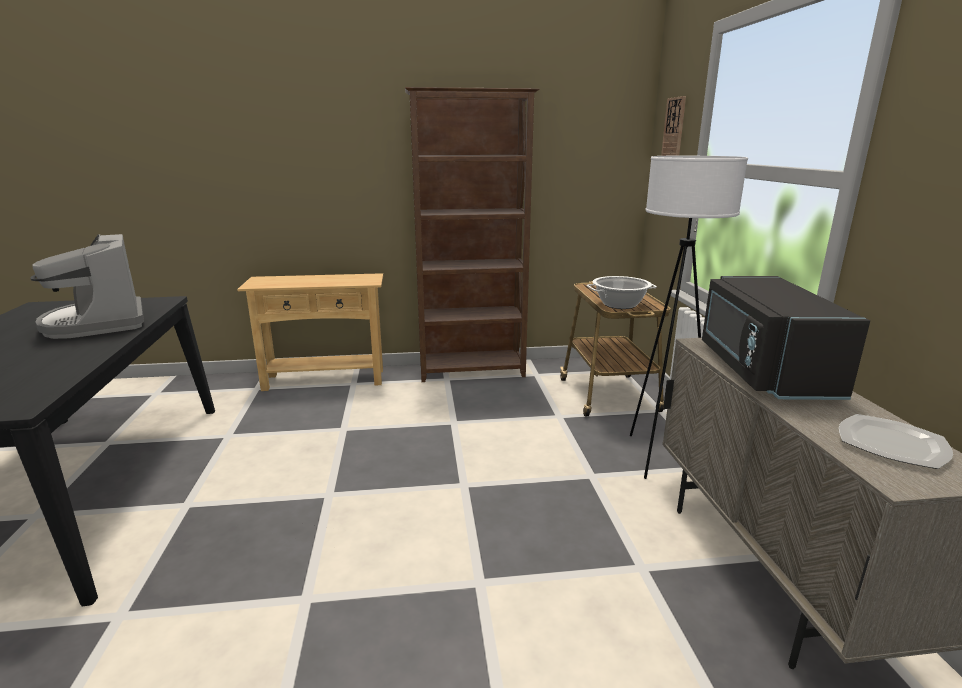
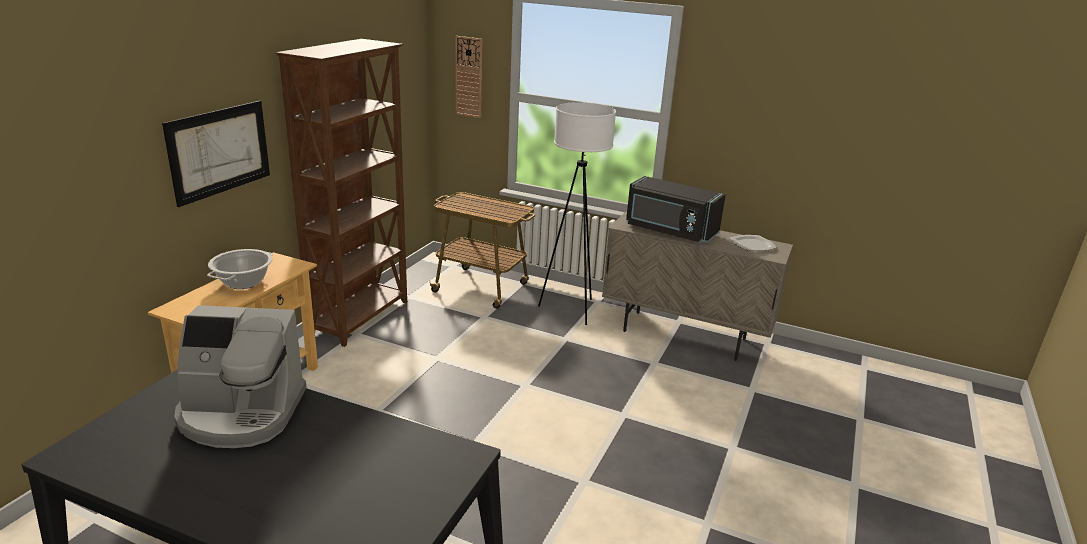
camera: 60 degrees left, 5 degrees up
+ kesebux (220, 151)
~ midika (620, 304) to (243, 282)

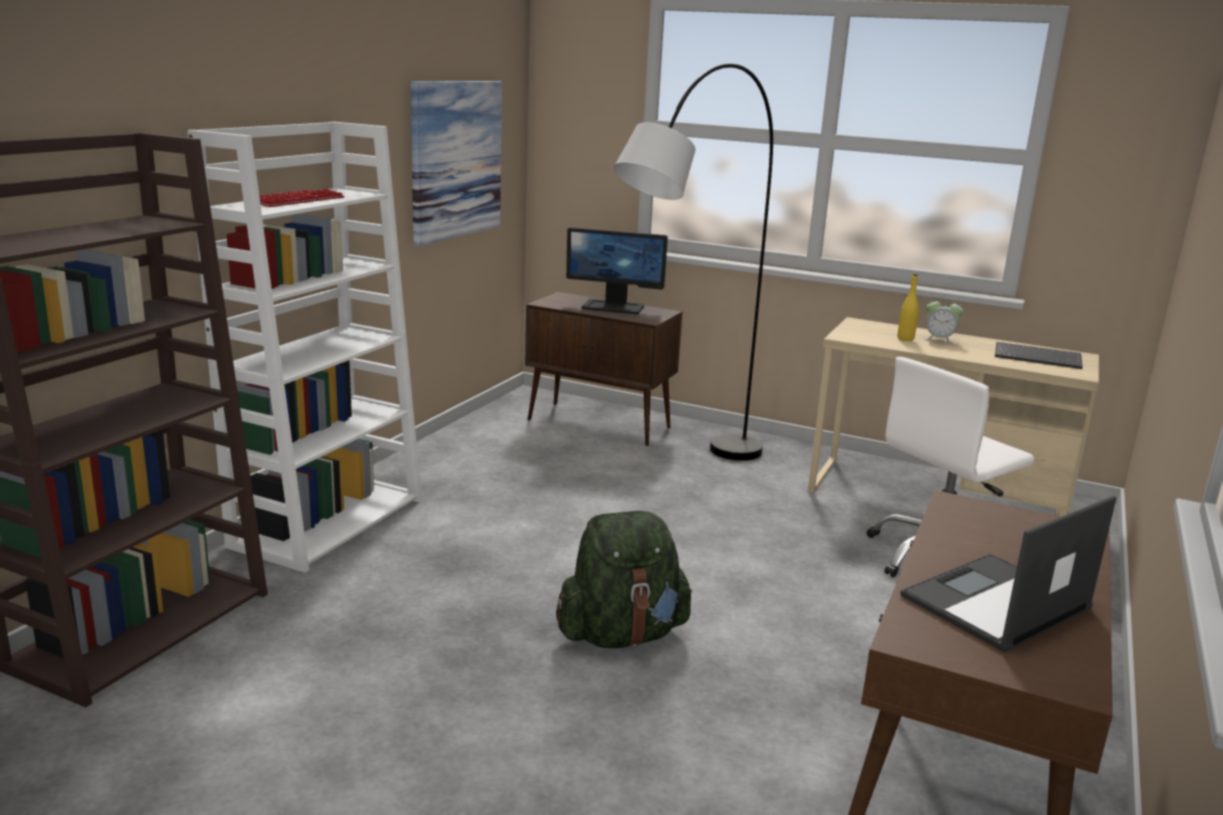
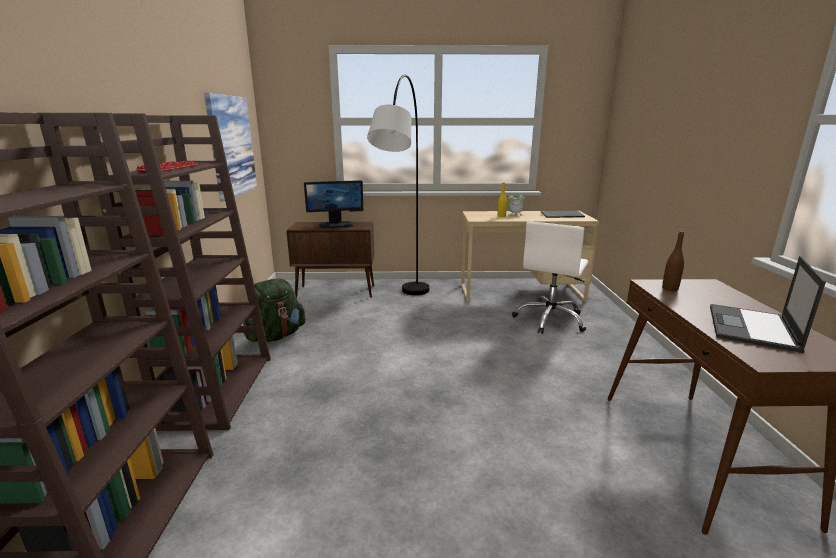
camera: 25 degrees left, 0 degrees up
+ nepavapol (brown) (670, 289)
~ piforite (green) (622, 635) to (276, 336)
~ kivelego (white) (329, 521) to kivelego (brown) (219, 389)

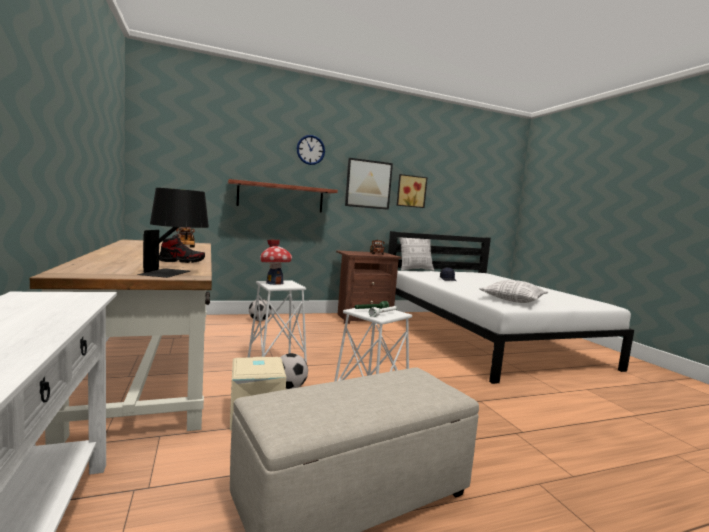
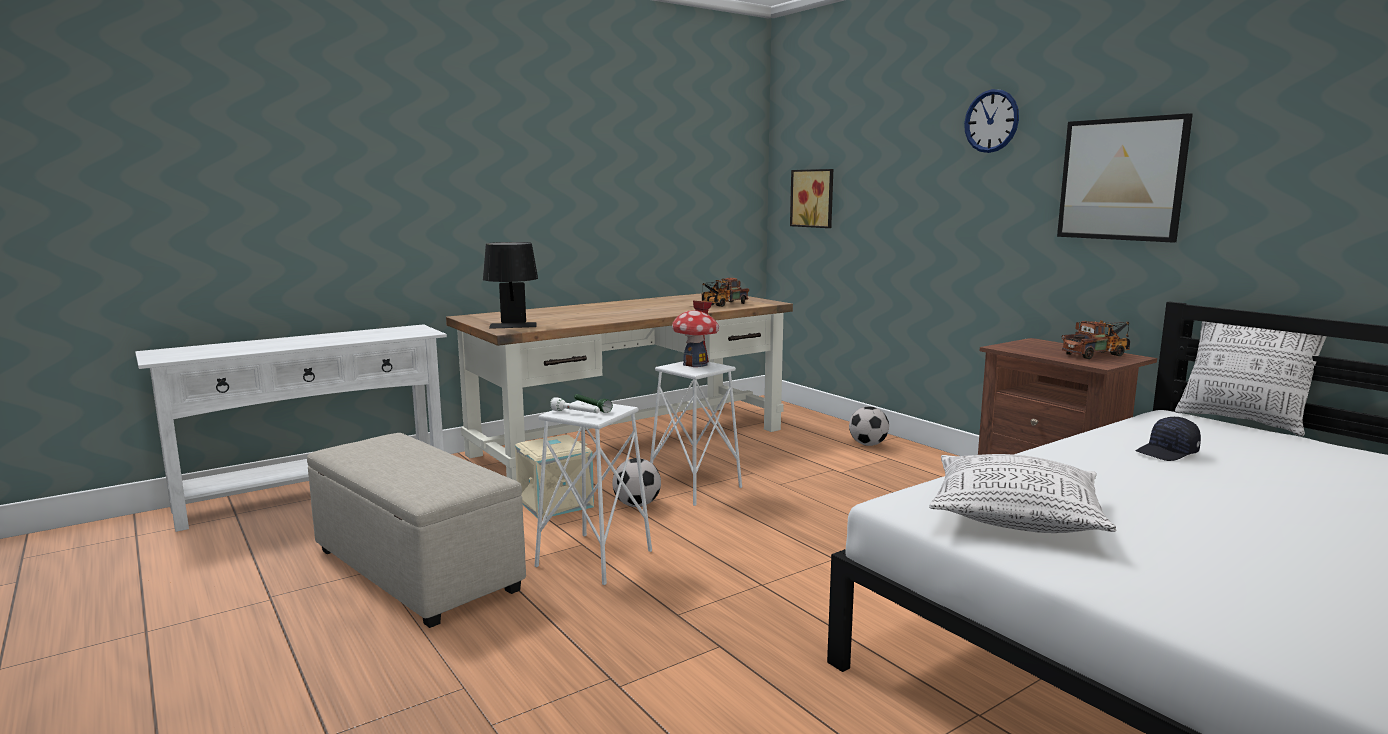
camera: 75 degrees right, 5 degrees up
- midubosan (182, 261)
- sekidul (281, 197)
~ kesebux (411, 191) to (814, 198)

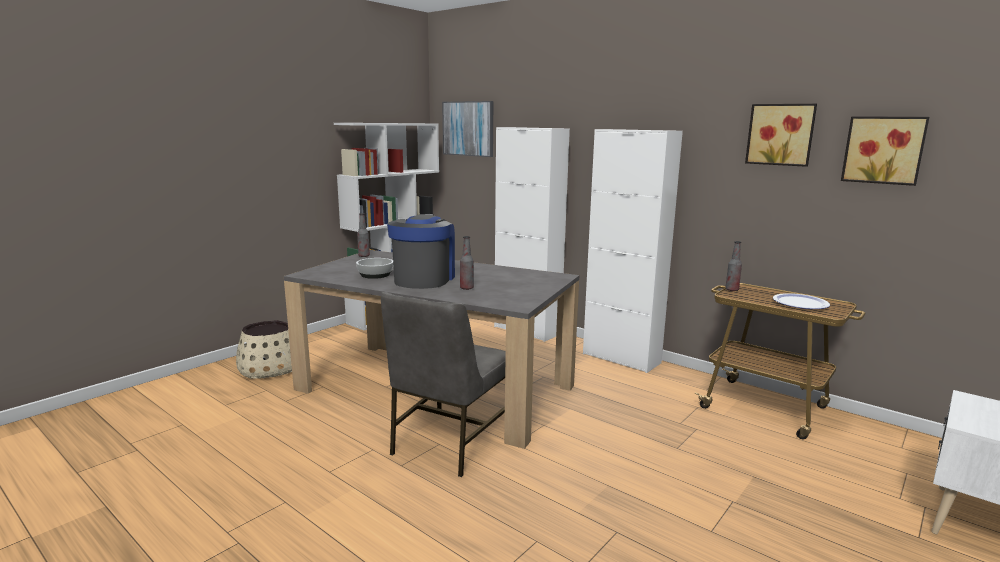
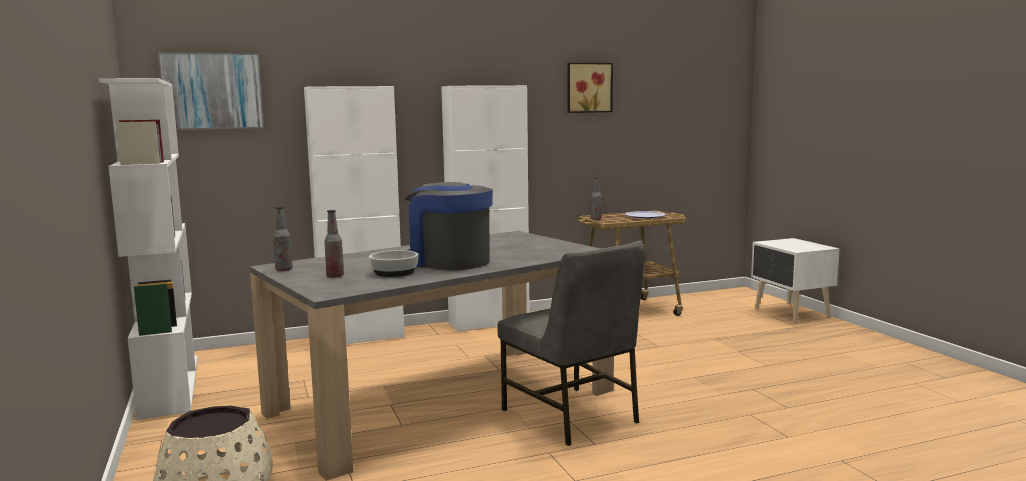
camera: 60 degrees left, 5 degrees down
- kesebux (883, 150)
~ nepavapol (466, 288) to (335, 276)

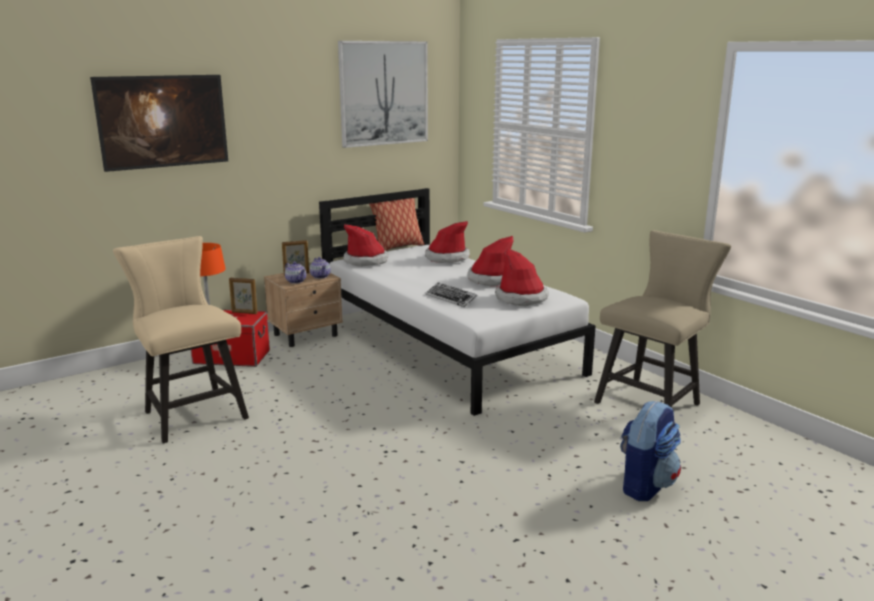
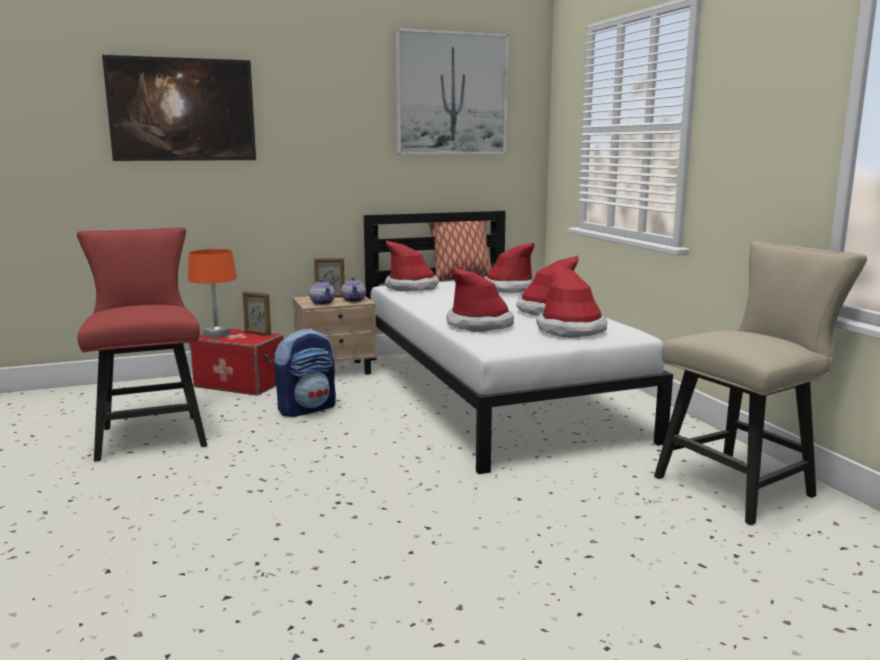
camera: 15 degrees right, 5 degrees down
~ piforite (645, 485) to (307, 409)
~ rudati (451, 298) to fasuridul (480, 324)
~ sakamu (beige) (191, 413) to sakamu (red) (151, 434)

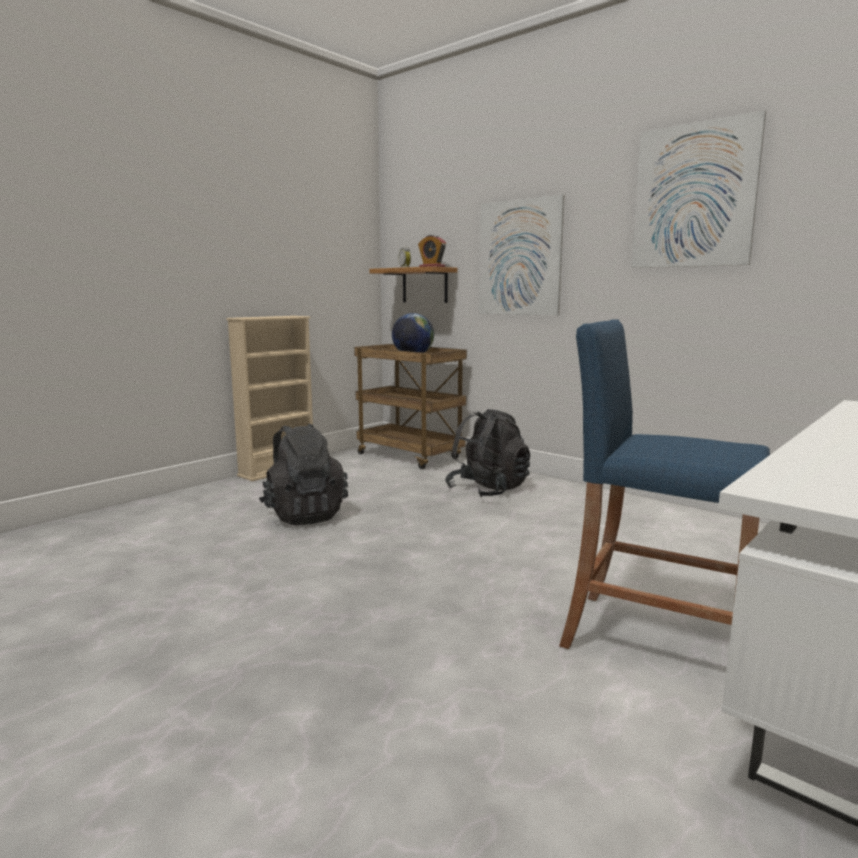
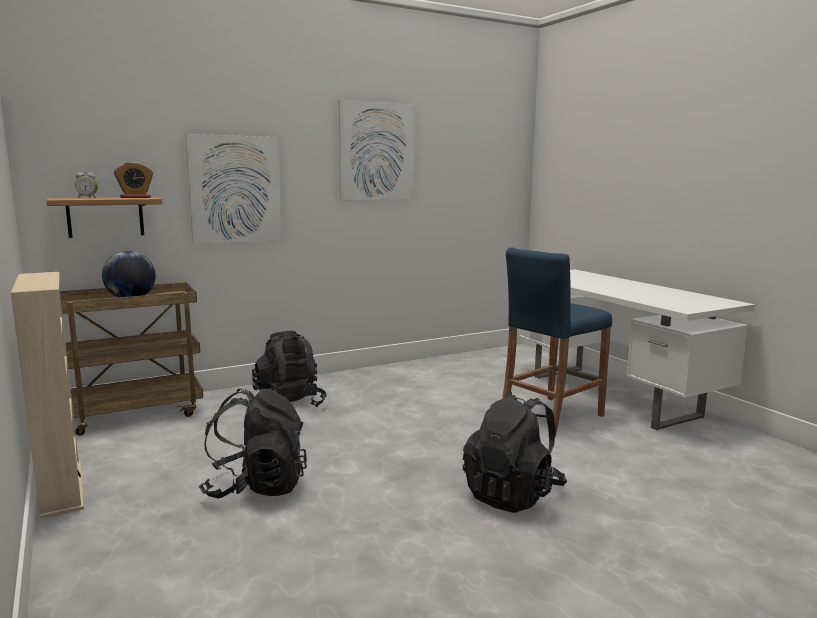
camera: 70 degrees left, 0 degrees up
+ piforite (black) (512, 494)

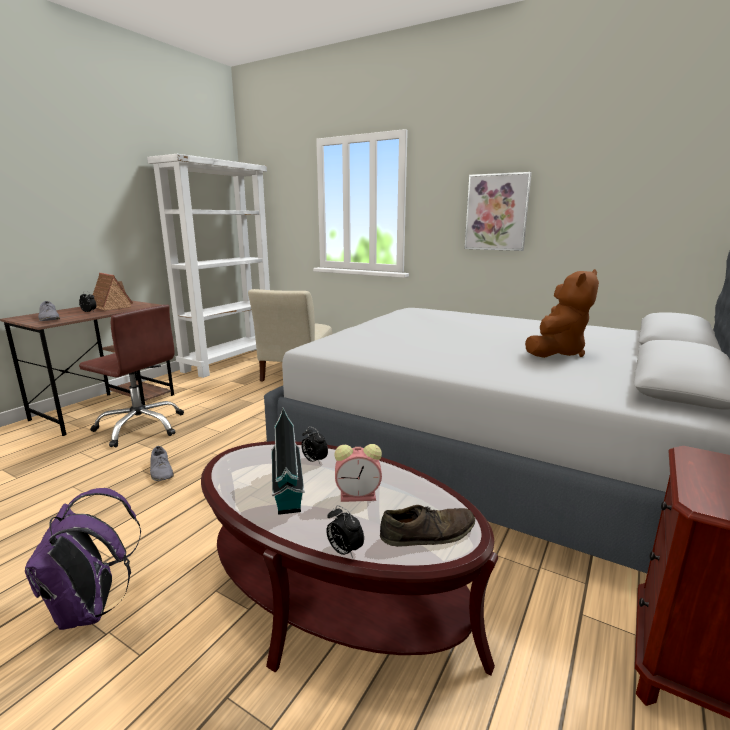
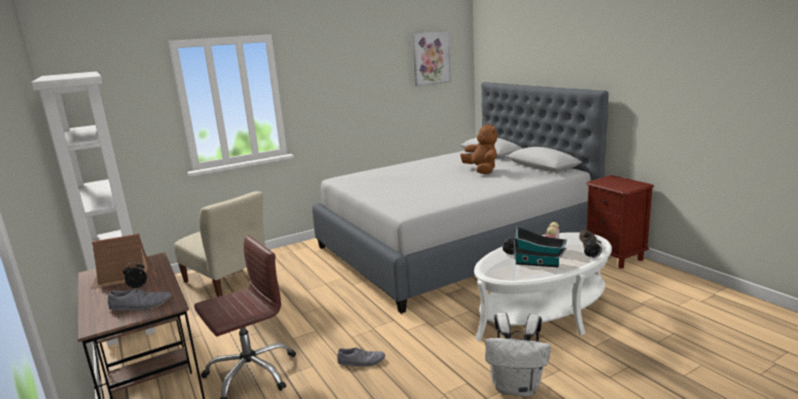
camera: 60 degrees left, 0 degrees up
~ kesebux (497, 212) to (431, 58)
~ piforite (purple) (92, 609) to piforite (white) (517, 387)
~ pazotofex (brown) (334, 593) to pazotofex (white) (543, 312)

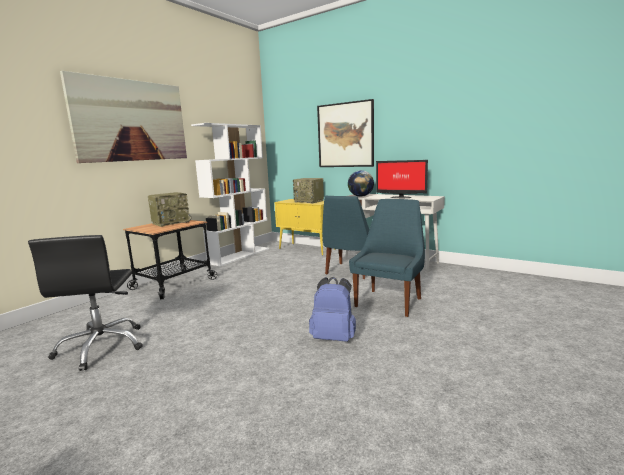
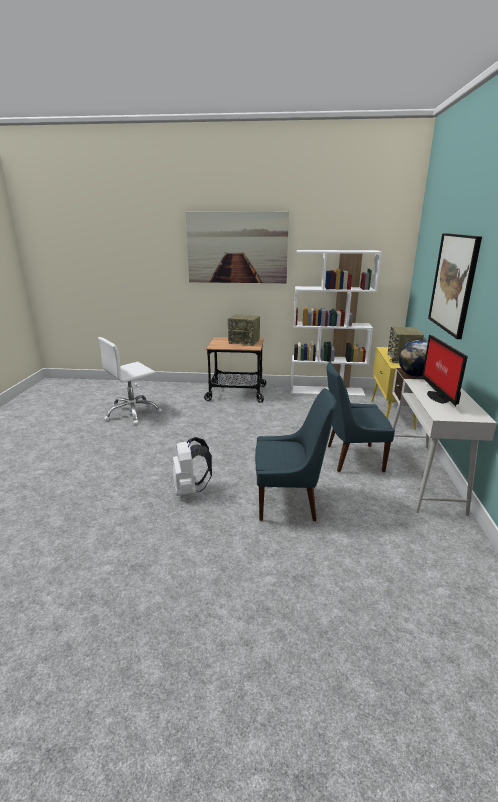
camera: 60 degrees right, 10 degrees up
~ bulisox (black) (102, 347) to bulisox (white) (132, 413)
~ piforite (blue) (334, 338) to piforite (white) (190, 489)

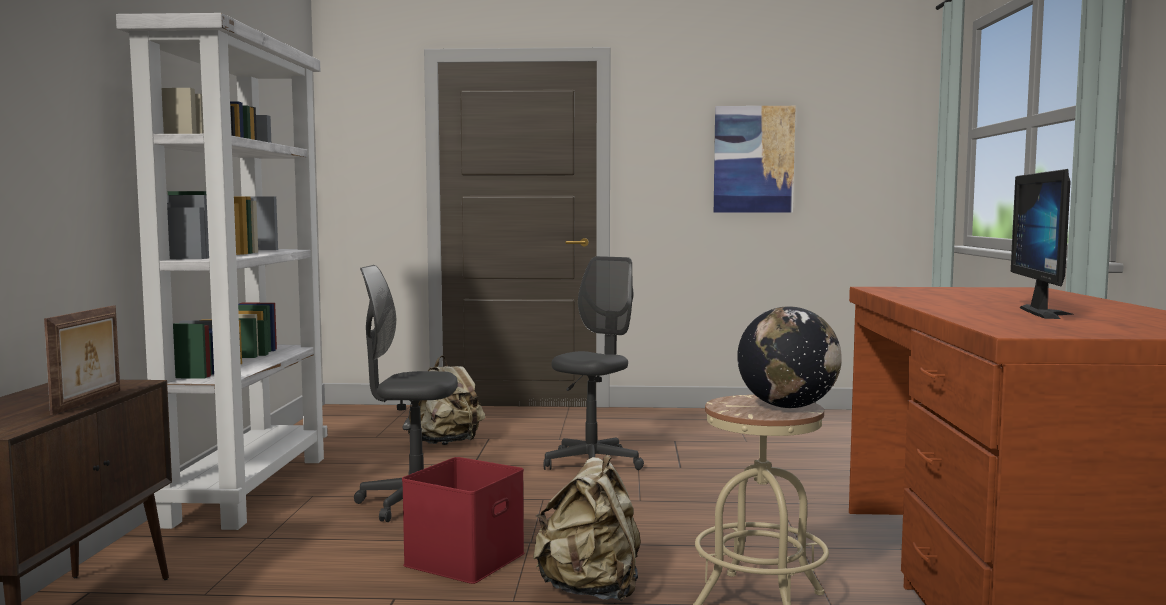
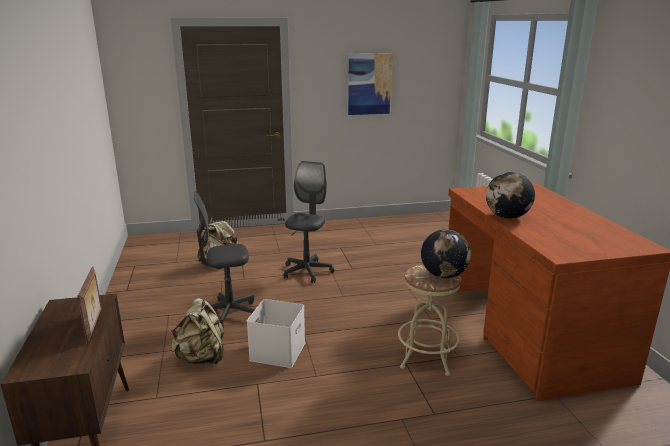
camera: 15 degrees left, 15 degrees up
- kivelego (white) (248, 488)
- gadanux (1051, 313)
+ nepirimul (507, 217)
~ piforite (beige) (591, 590) to (201, 358)
~ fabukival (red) (464, 558) to fabukival (white) (277, 350)

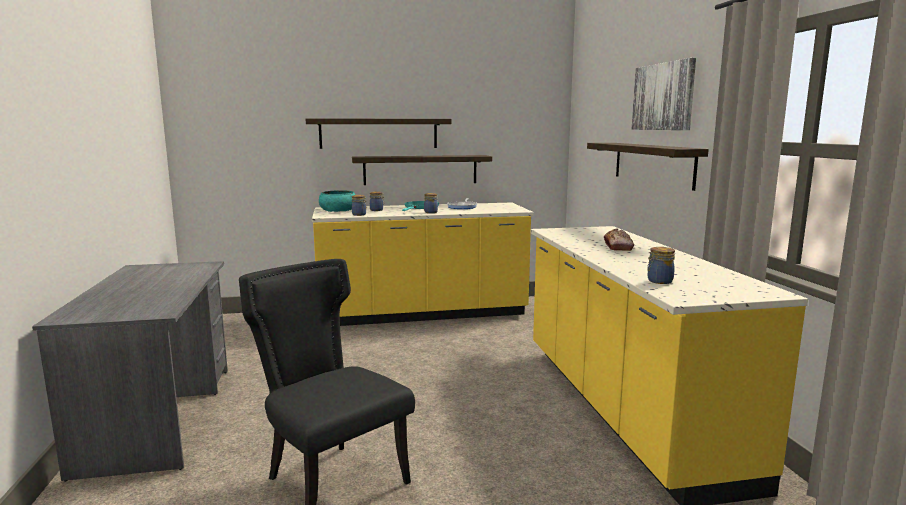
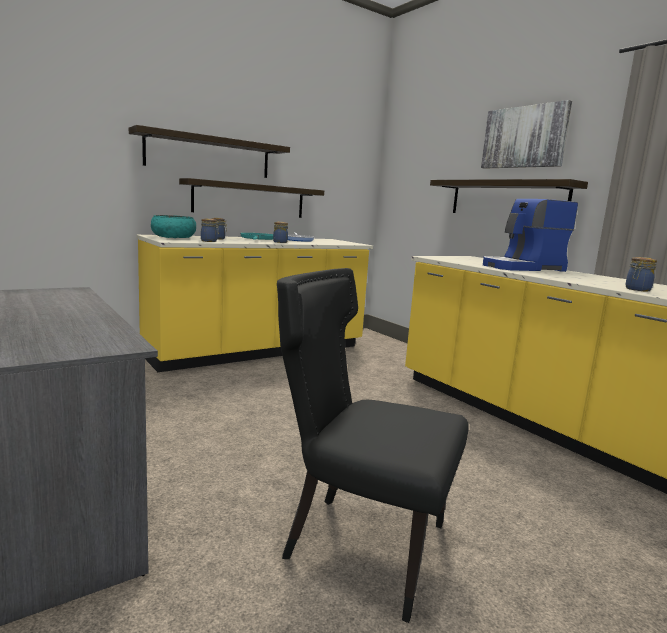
camera: 25 degrees left, 0 degrees up
~ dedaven (617, 246) to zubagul (523, 268)

